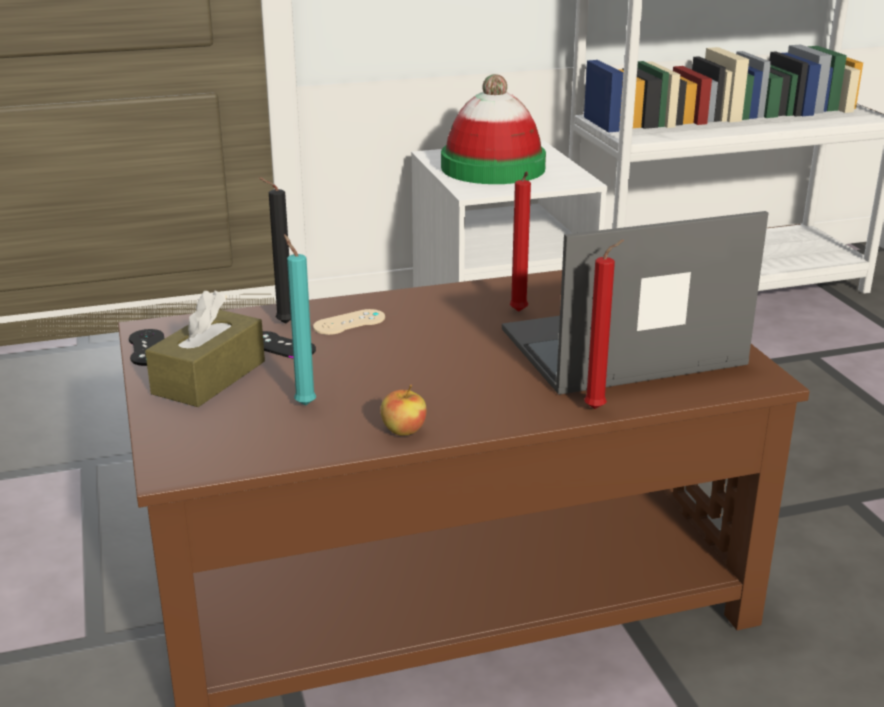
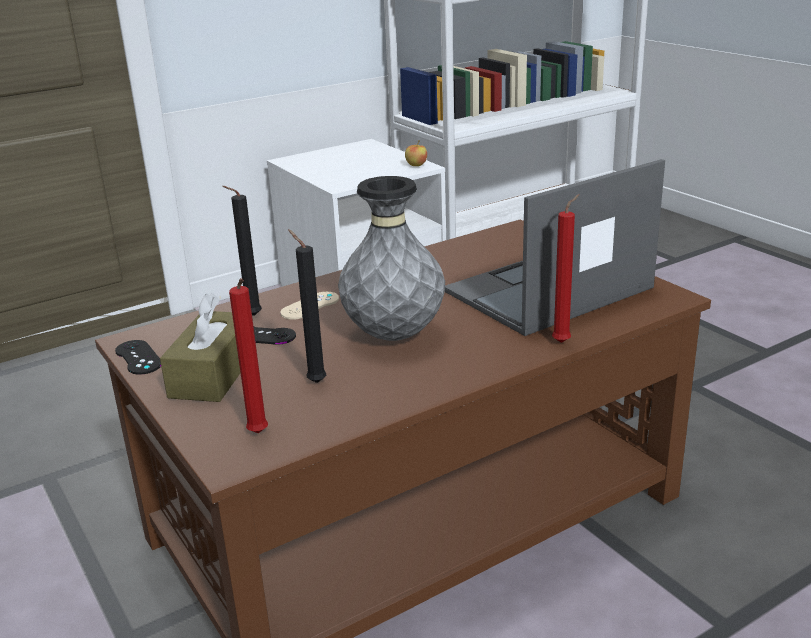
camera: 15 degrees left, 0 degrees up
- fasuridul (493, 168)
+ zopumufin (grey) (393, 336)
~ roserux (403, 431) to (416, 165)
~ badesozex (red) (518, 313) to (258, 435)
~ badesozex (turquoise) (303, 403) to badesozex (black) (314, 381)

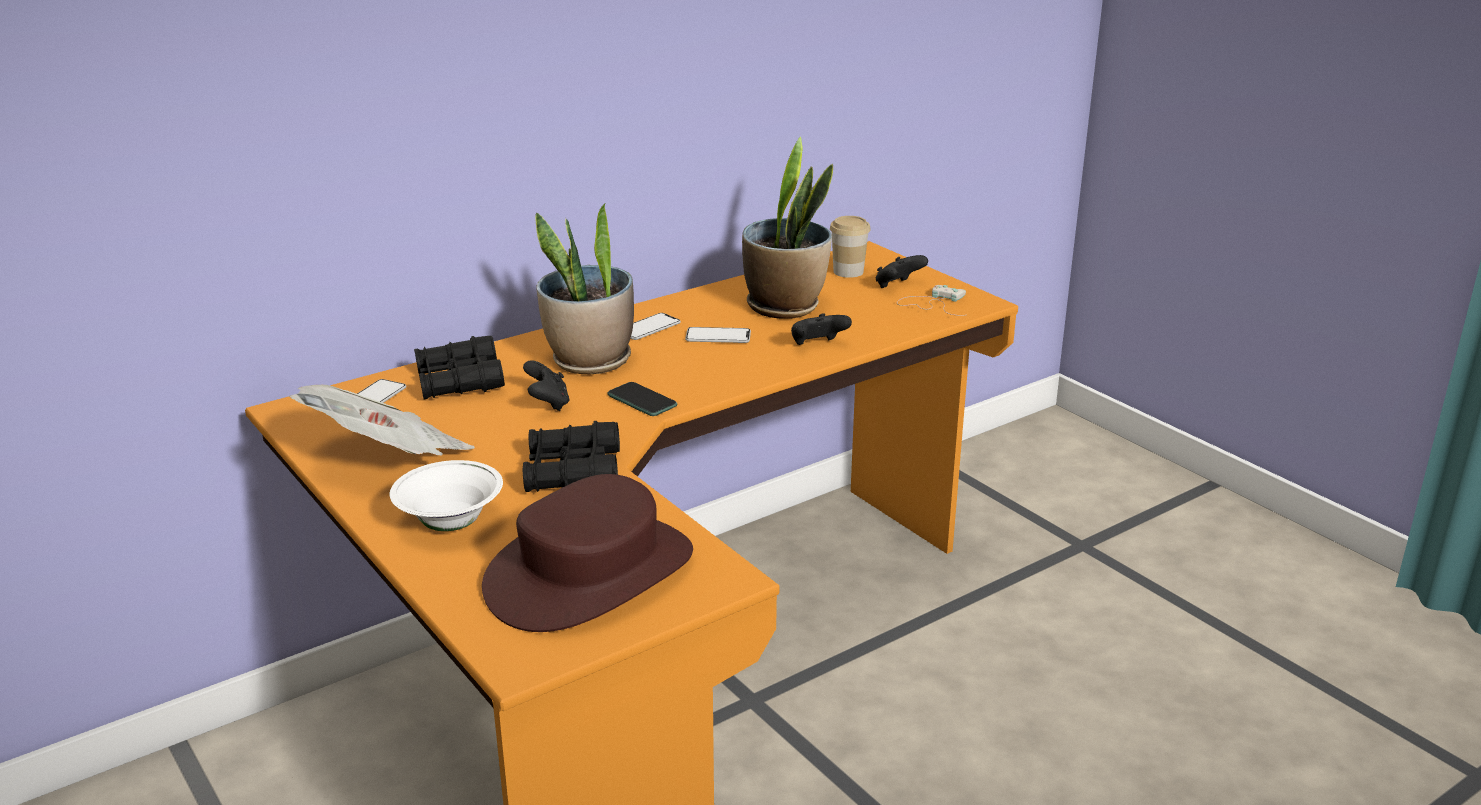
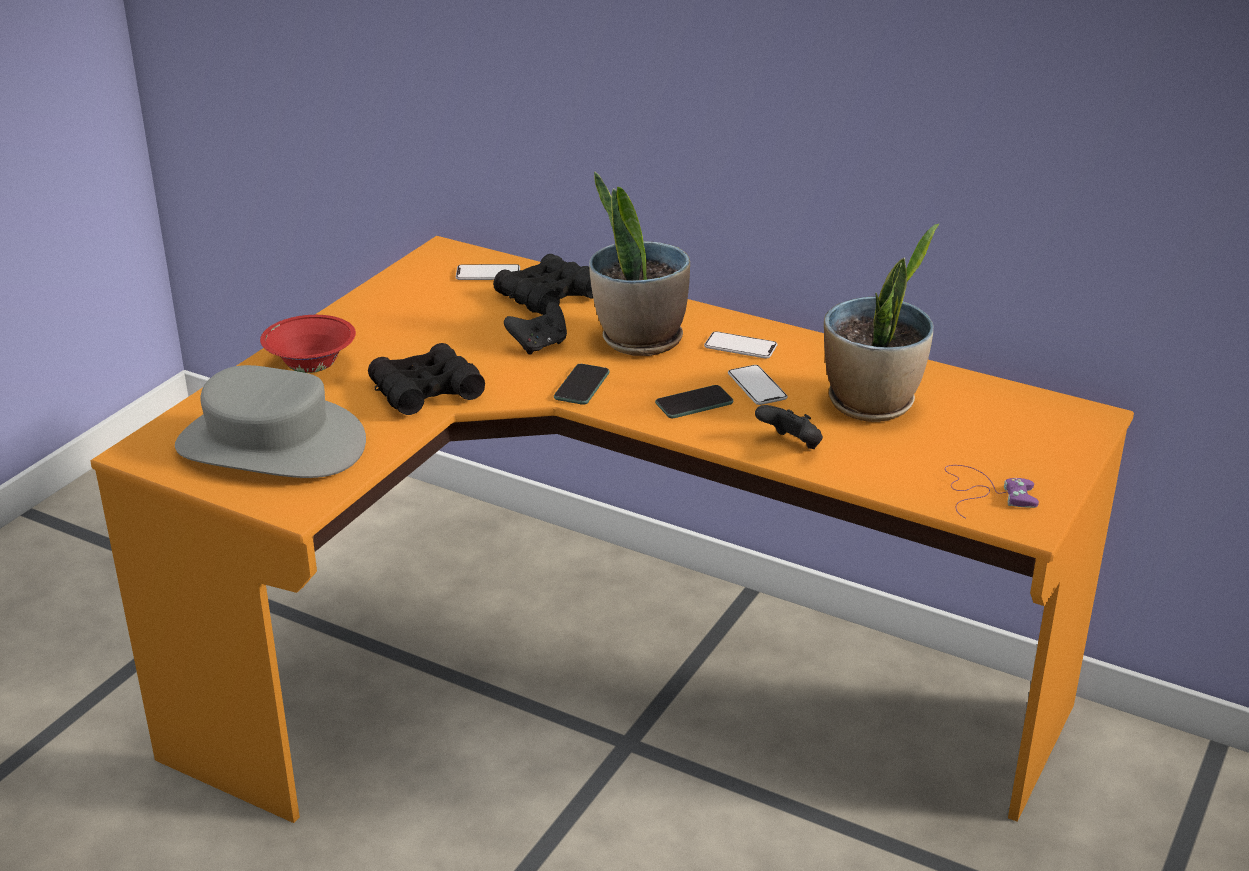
camera: 65 degrees right, 5 degrees up
- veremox (390, 460)
- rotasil (848, 272)
- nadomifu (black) (898, 286)
+ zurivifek (694, 403)
~ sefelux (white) (451, 524) to sefelux (red) (311, 367)
~ fasuridul (brown) (590, 573) to fasuridul (grey) (270, 445)
~ nadomifu (white) (933, 304) to nadomifu (purple) (984, 492)

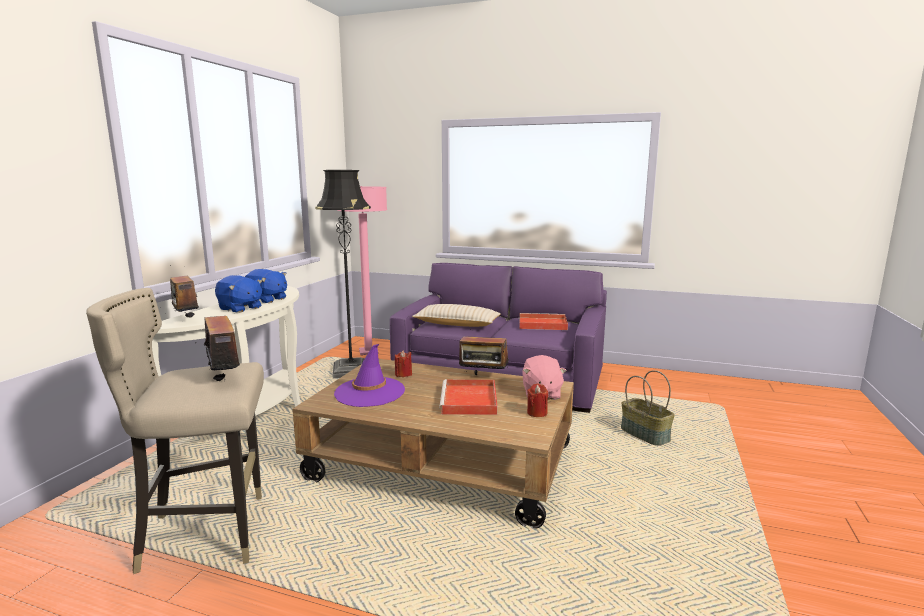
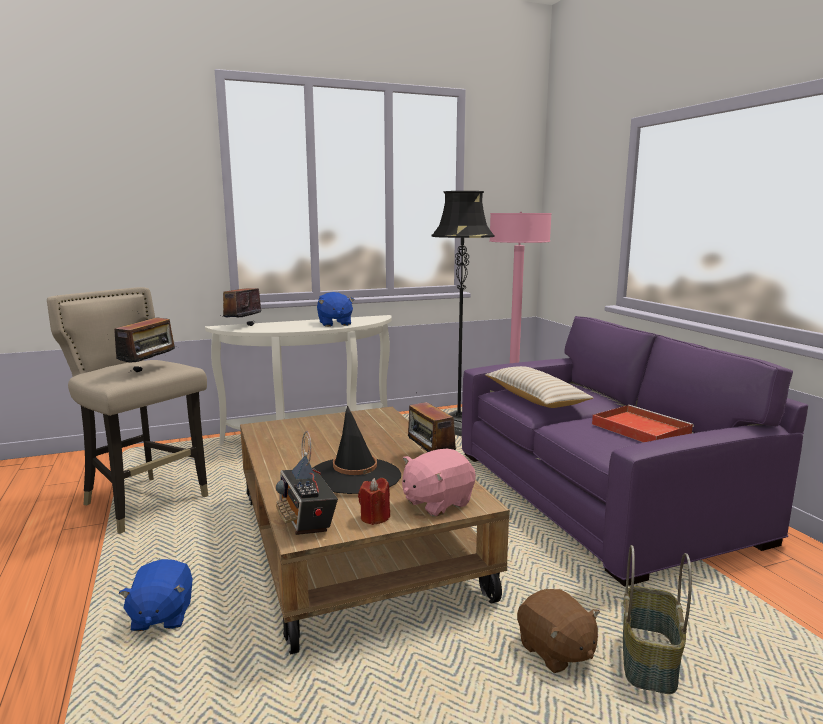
camera: 50 degrees right, 0 degrees up
- fasuridul (purple) (369, 392)
- badesozex (red) (403, 374)
+ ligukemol (306, 520)
+ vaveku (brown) (555, 651)
~ vaveku (blue) (240, 308) to (161, 616)
~ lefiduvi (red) (469, 401) to fasuridul (black) (355, 476)

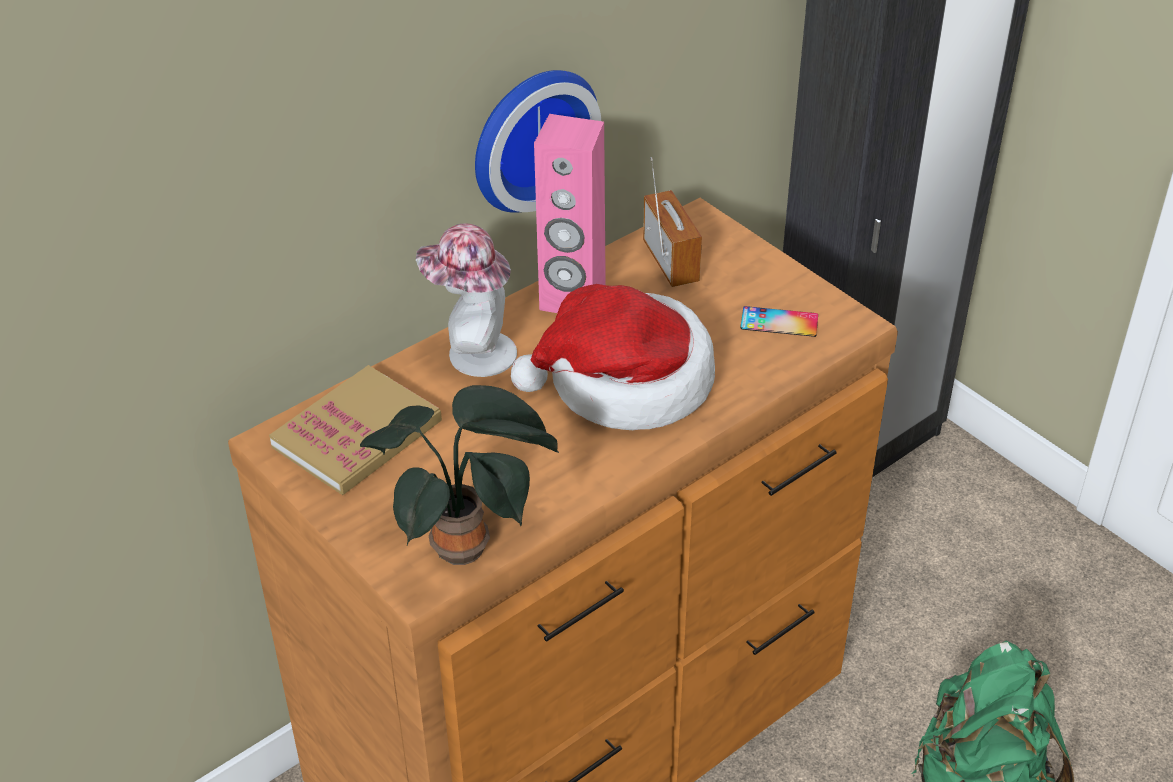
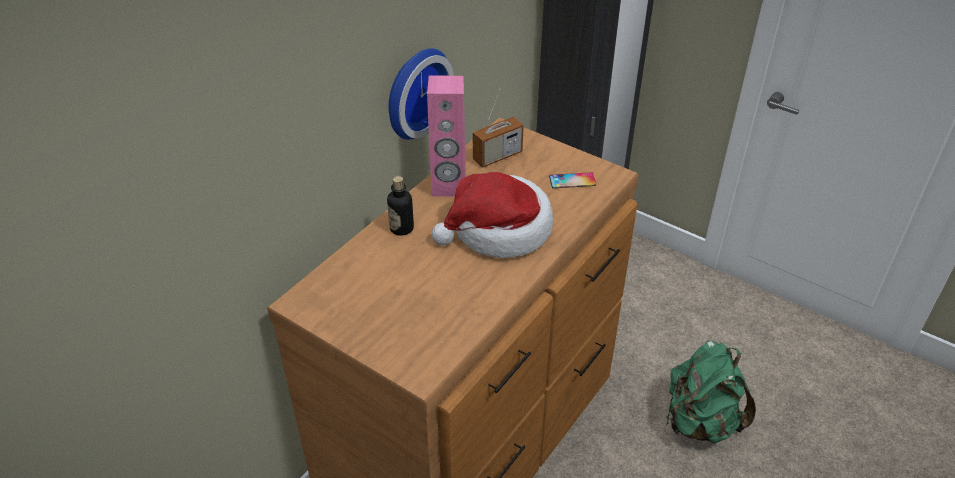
camera: 15 degrees left, 0 degrees up
- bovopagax (357, 434)
- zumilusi (467, 546)
~ fasuridul (473, 353) to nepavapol (401, 228)
~ ligukemol (671, 262) = (497, 156) 90 degrees clockwise

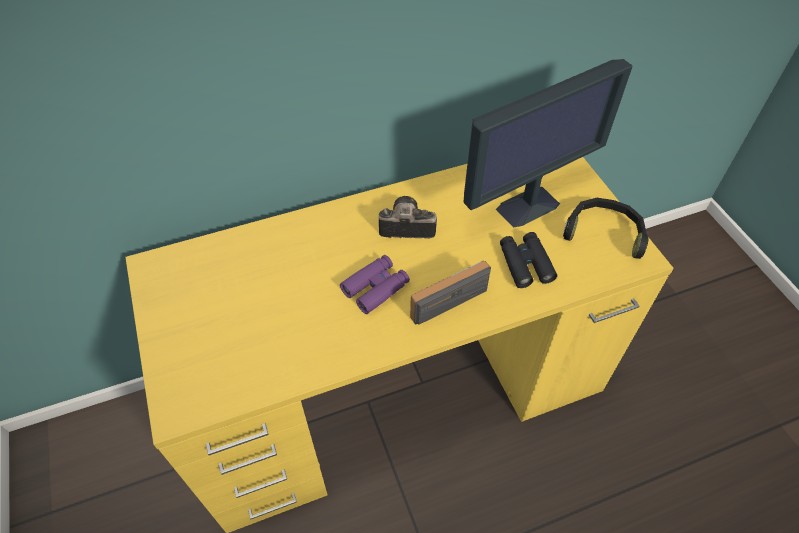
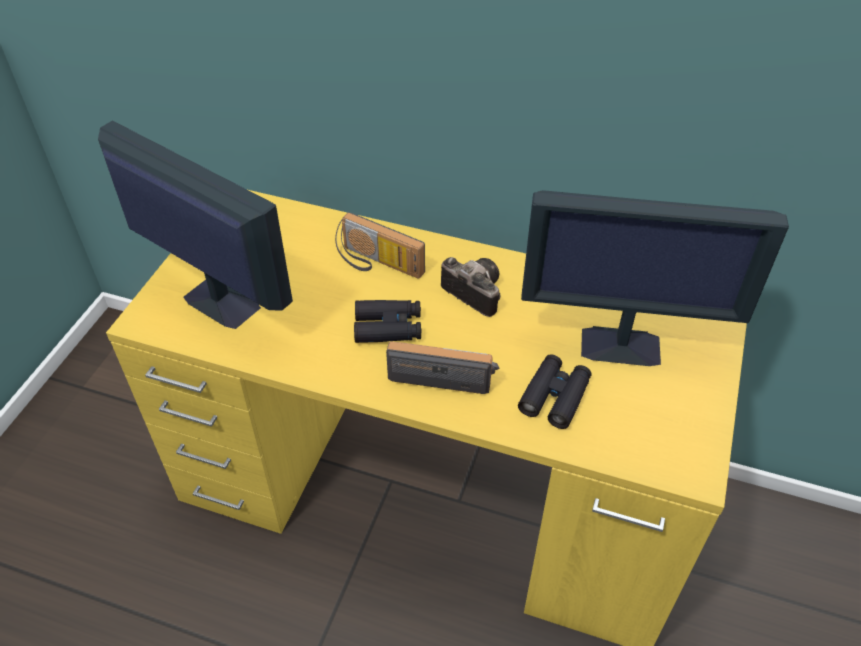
camera: 40 degrees right, 5 degrees down
- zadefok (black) (604, 232)
+ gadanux (219, 301)
+ ligukemol (376, 264)
~ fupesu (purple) (375, 288) to fupesu (black) (388, 327)

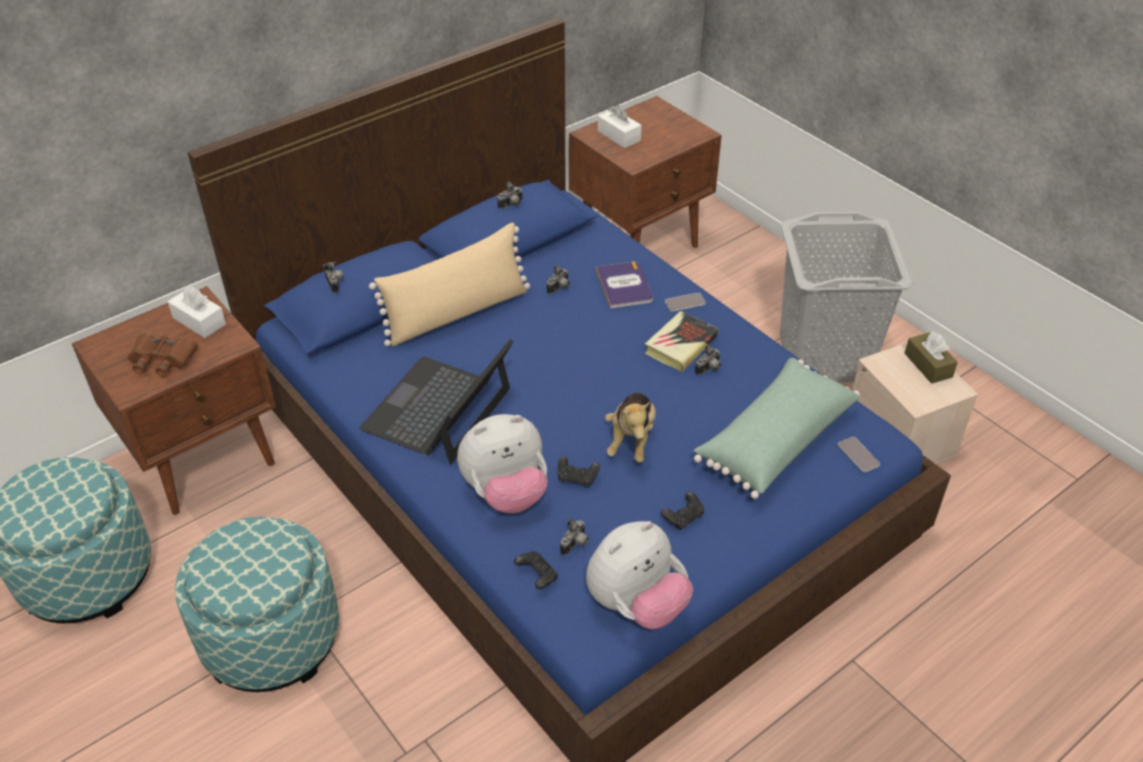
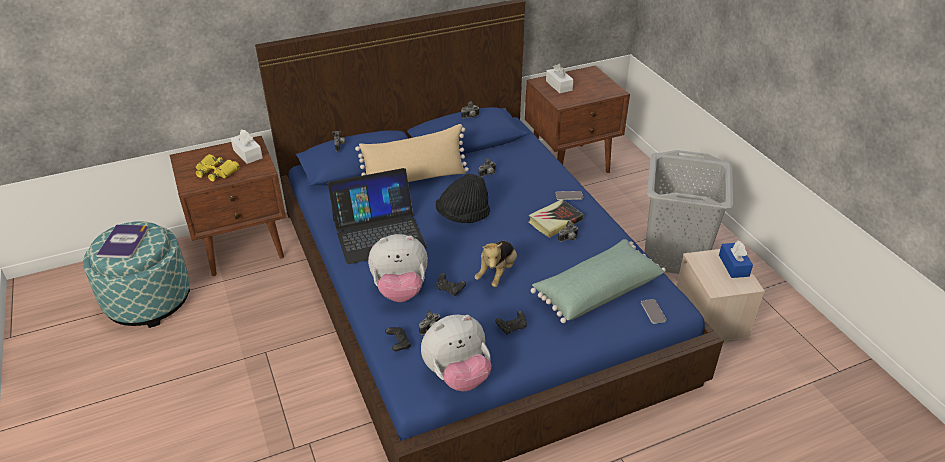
camera: 15 degrees right, 5 degrees down
- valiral (271, 638)
+ fasuridul (black) (463, 216)
~ bovopagax (624, 285) to (124, 242)
~ fupesu (brown) (162, 359) to fupesu (yellow) (216, 171)
~ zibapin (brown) (928, 365) to zibapin (blue) (733, 265)
~ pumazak (439, 409) = (378, 233) 150 degrees counterclockwise

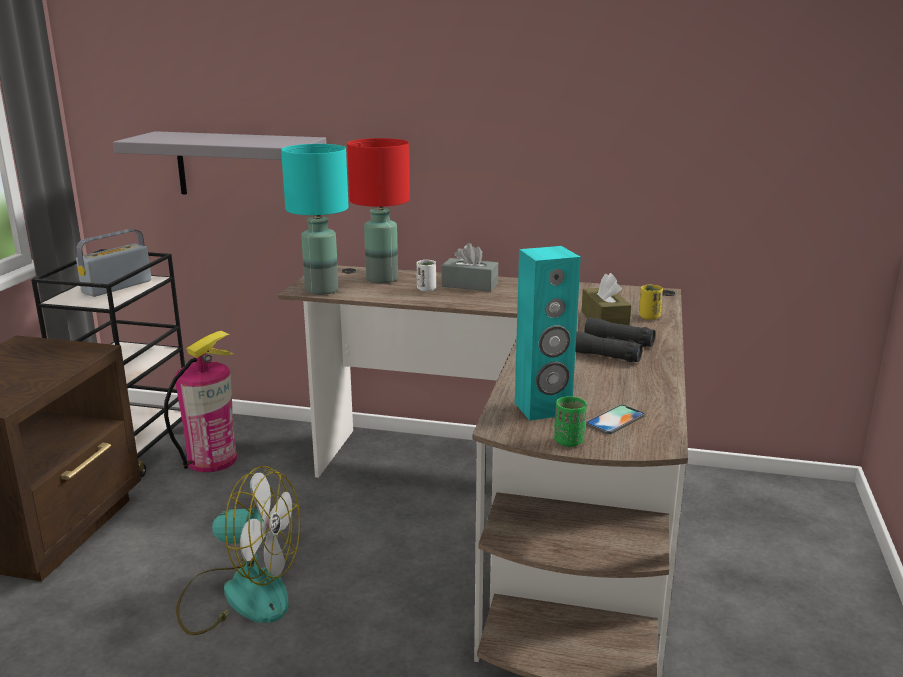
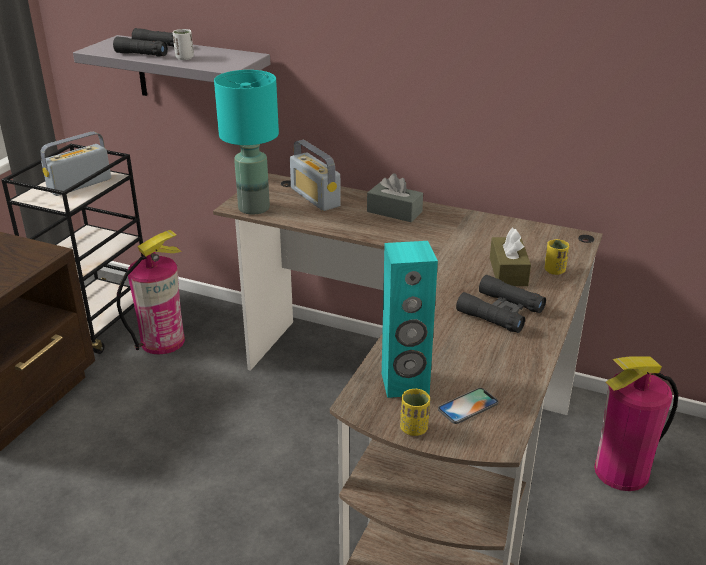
camera: 10 degrees right, 10 degrees up
- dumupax (240, 594)
+ fupesu (black) (150, 50)
+ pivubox (621, 471)
~ rotasil (white) (426, 289) to (184, 58)
~ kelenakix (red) (383, 279) to ligukemol (315, 197)
~ rotasil (green) (569, 441) to rotasil (yellow) (414, 428)

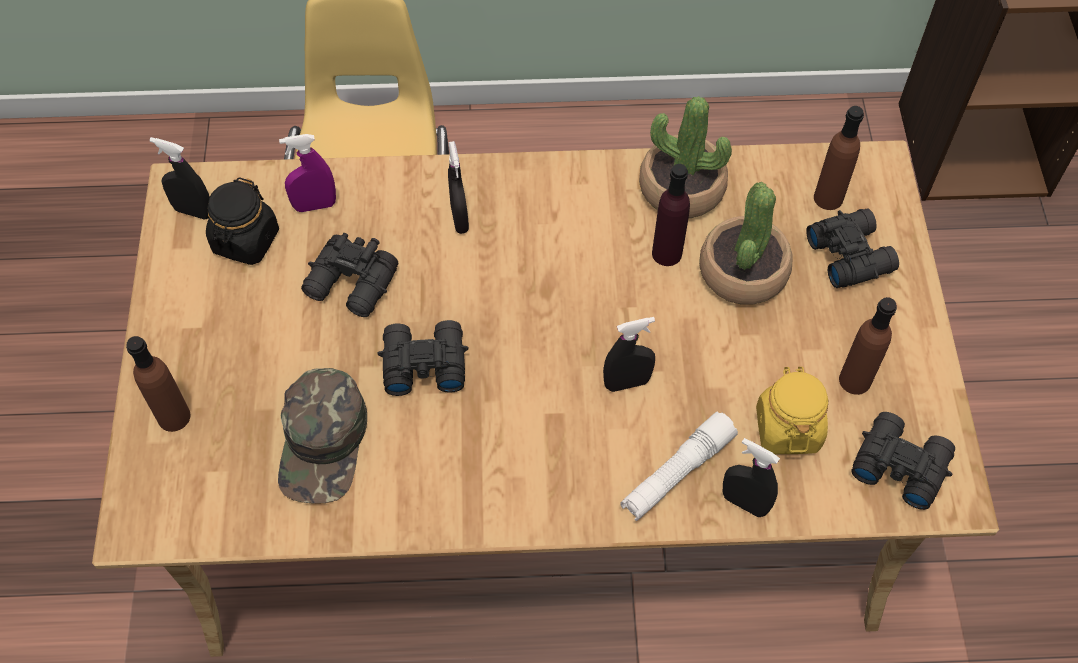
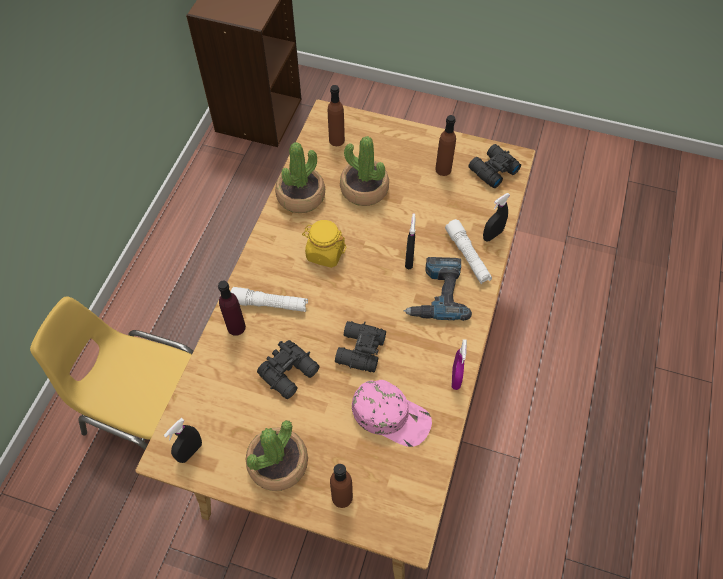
camera: 70 degrees left, 0 degrees up
- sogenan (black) (245, 241)
- fupesu (black) (850, 253)
+ zumilusi (278, 462)
+ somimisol (436, 293)
~ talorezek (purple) (315, 205) to (456, 378)
~ nepavapol (purple) (667, 253) to (236, 327)
~ sogenan (yellow) (787, 428) to (325, 253)
~ talorezek (black) (459, 219) to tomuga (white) (270, 304)
~ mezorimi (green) (324, 442) to mezorimi (pink) (391, 415)

